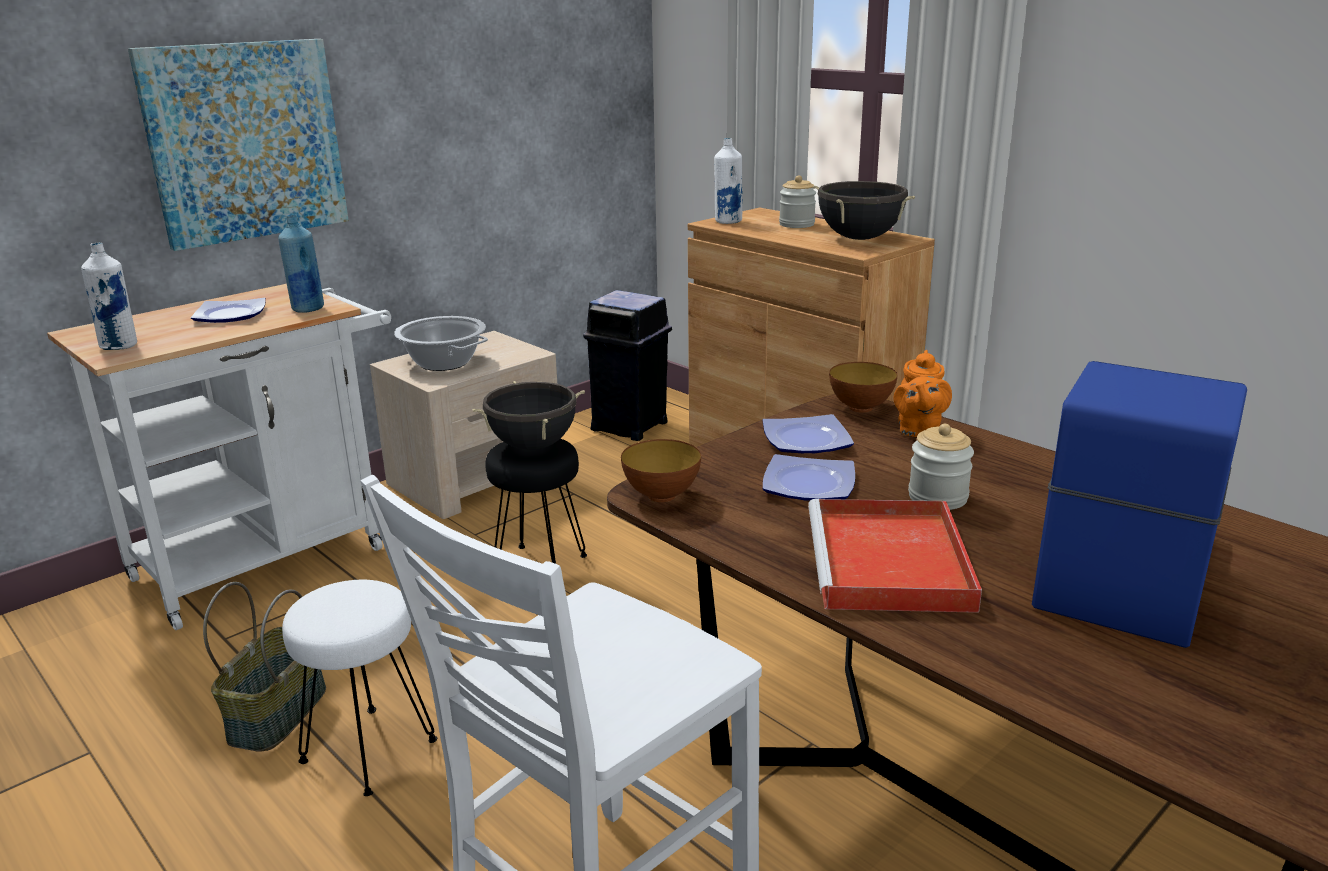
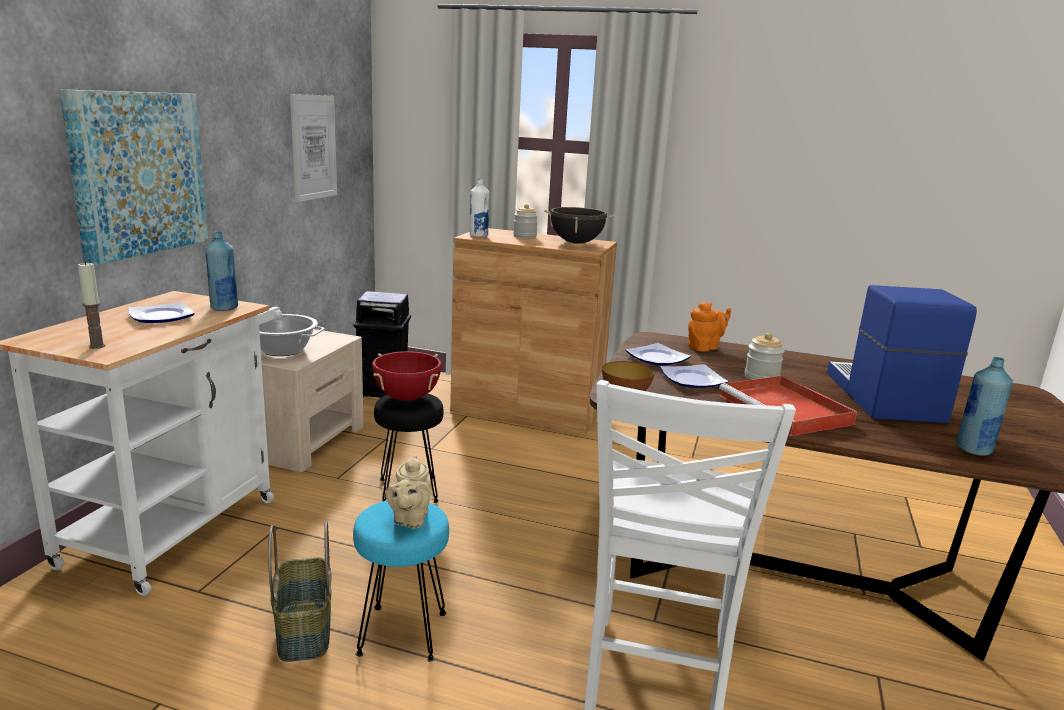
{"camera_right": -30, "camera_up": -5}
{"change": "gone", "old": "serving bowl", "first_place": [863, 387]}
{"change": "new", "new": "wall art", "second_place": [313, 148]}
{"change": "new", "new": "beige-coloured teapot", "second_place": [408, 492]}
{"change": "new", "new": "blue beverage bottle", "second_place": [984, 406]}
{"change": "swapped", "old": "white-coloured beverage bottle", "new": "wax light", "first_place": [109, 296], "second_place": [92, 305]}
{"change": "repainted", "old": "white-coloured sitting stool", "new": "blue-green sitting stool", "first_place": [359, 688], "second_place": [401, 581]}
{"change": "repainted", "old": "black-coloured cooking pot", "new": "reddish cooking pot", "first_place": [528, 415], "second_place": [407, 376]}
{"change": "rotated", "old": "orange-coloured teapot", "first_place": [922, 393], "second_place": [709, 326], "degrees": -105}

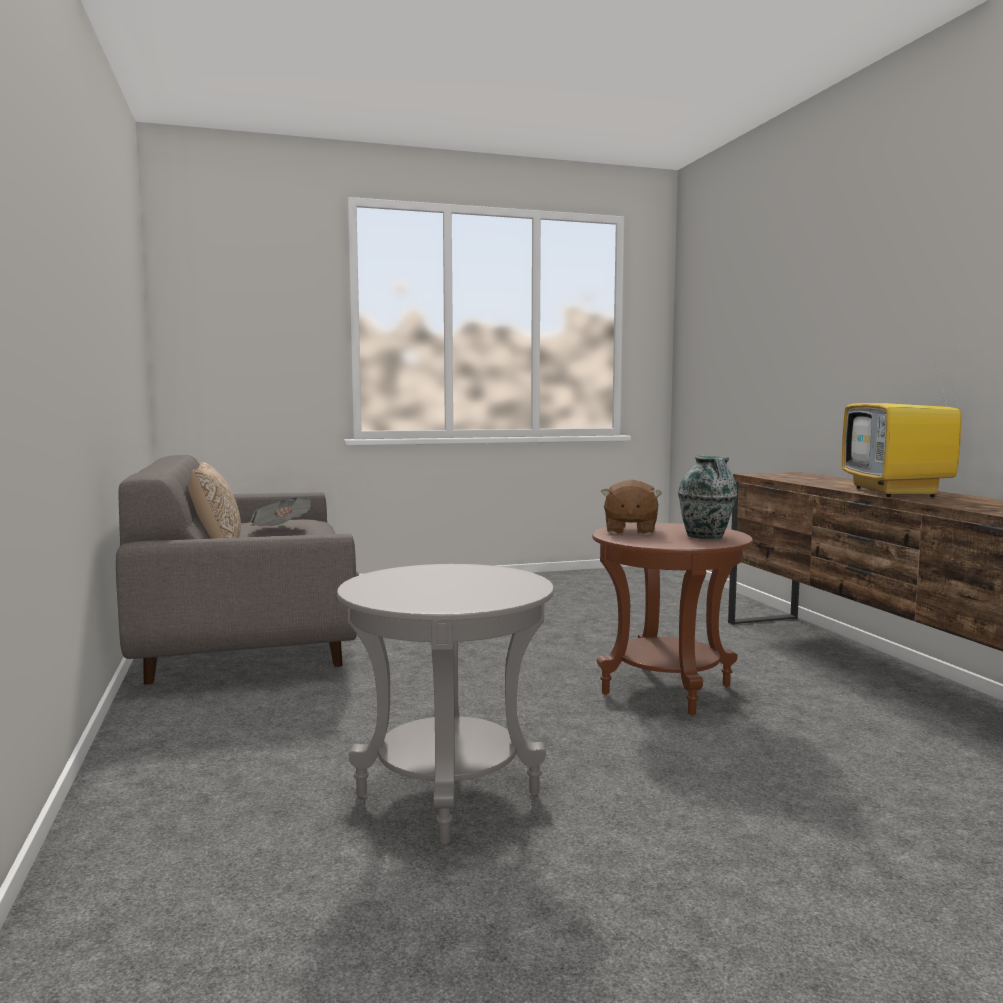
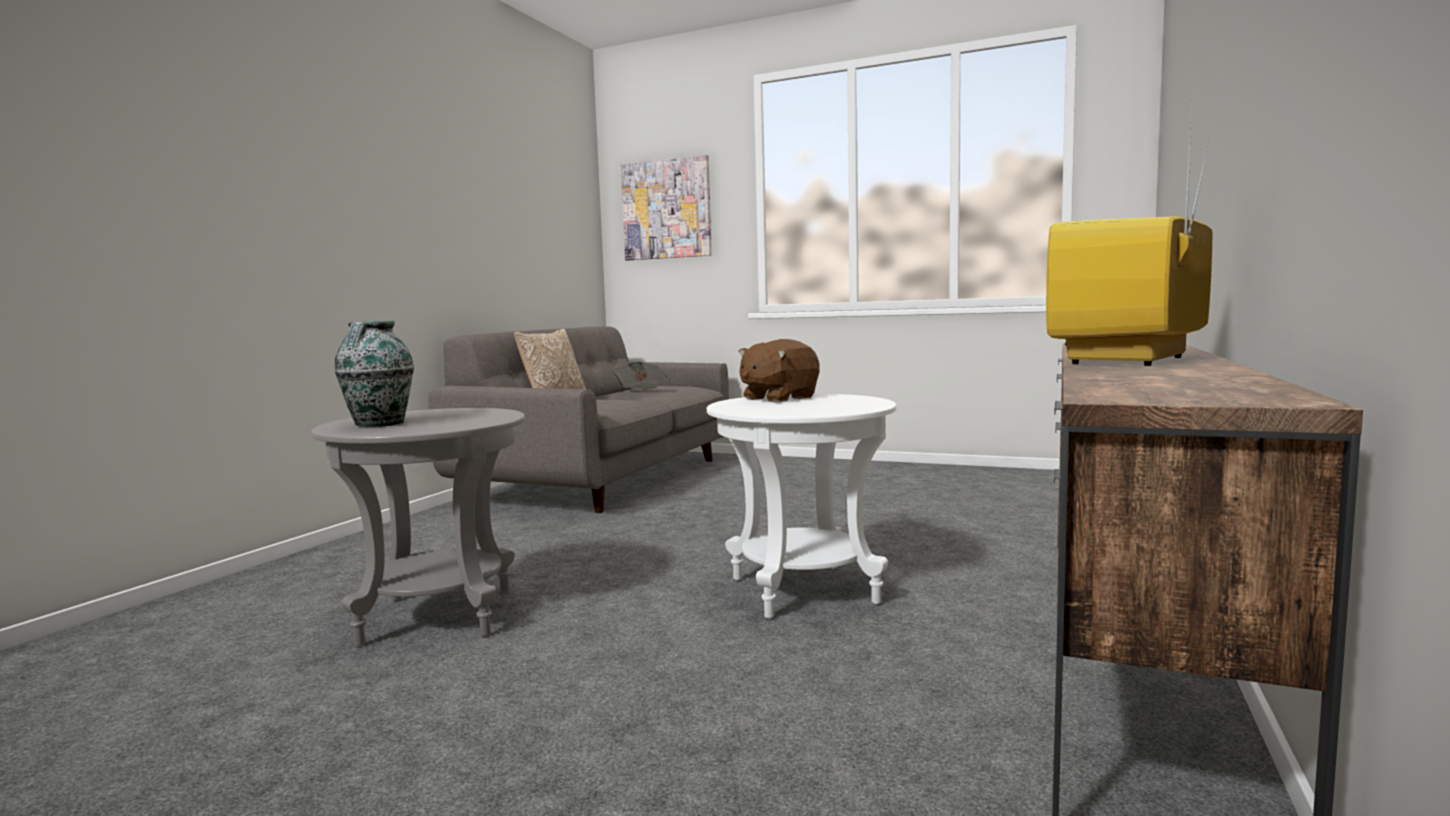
{"camera_right": 40, "camera_up": 0}
{"change": "new", "new": "wall art", "second_place": [666, 207]}
{"change": "shifted", "old": "flower vase", "first_place": [707, 497], "second_place": [374, 374]}
{"change": "repainted", "old": "brown end table", "new": "white-coloured end table", "first_place": [672, 619], "second_place": [801, 506]}

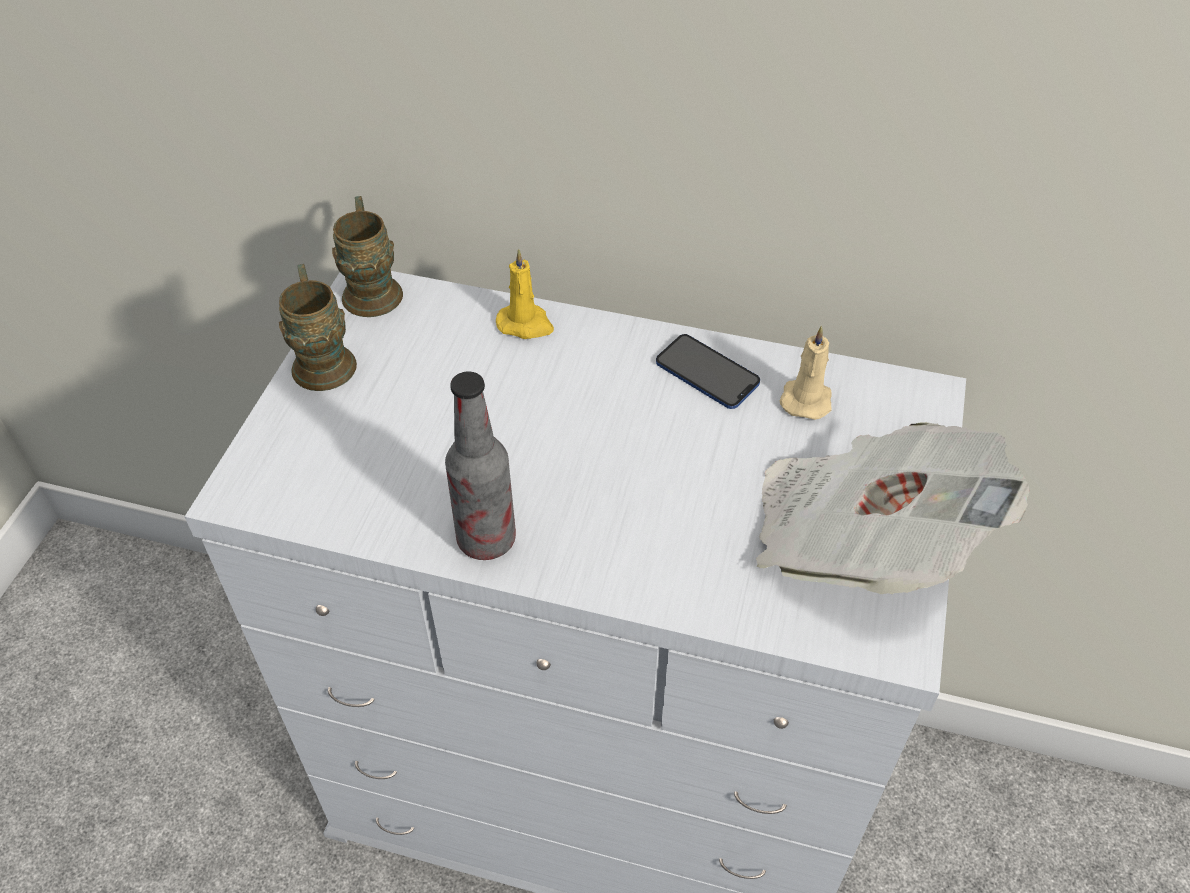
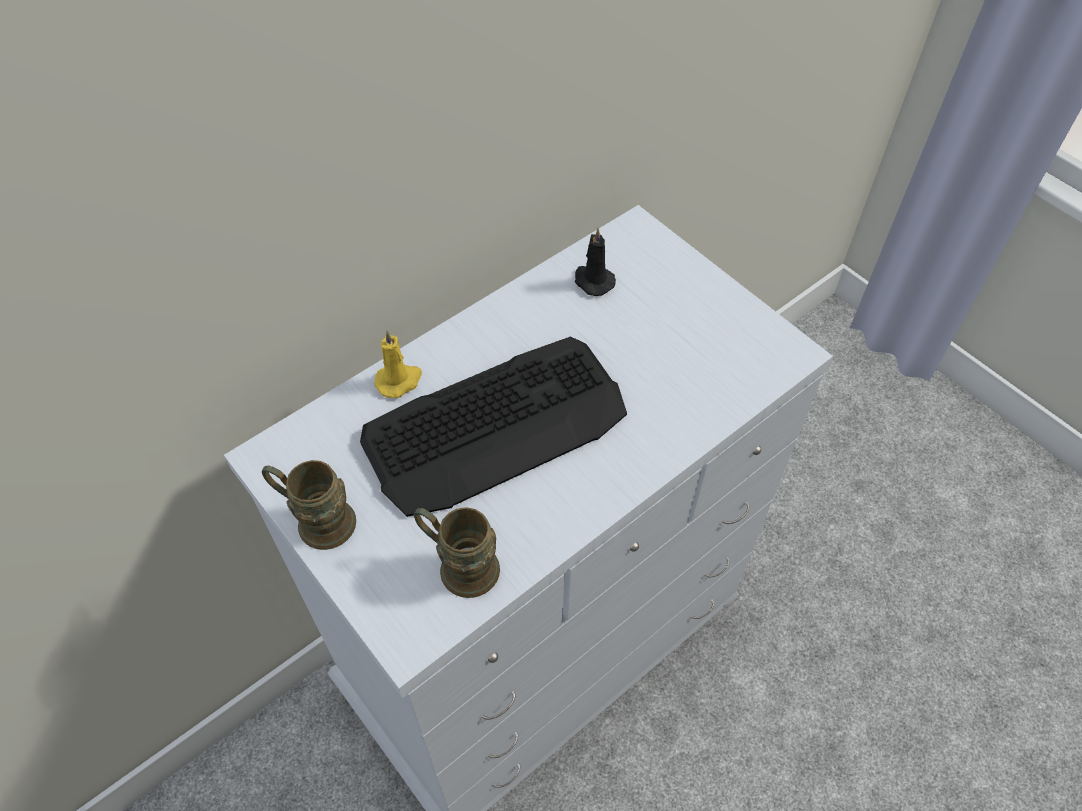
{"camera_right": -55, "camera_up": 5}
{"change": "gone", "old": "beverage bottle", "first_place": [480, 466]}
{"change": "gone", "old": "handset", "first_place": [708, 371]}
{"change": "gone", "old": "daily paper", "first_place": [892, 508]}
{"change": "new", "new": "PC keyboard", "second_place": [493, 426]}
{"change": "shifted", "old": "brown mug", "first_place": [367, 256], "second_place": [457, 552]}
{"change": "repainted", "old": "beige-coloured wax light", "new": "black-coloured wax light", "first_place": [805, 373], "second_place": [595, 262]}

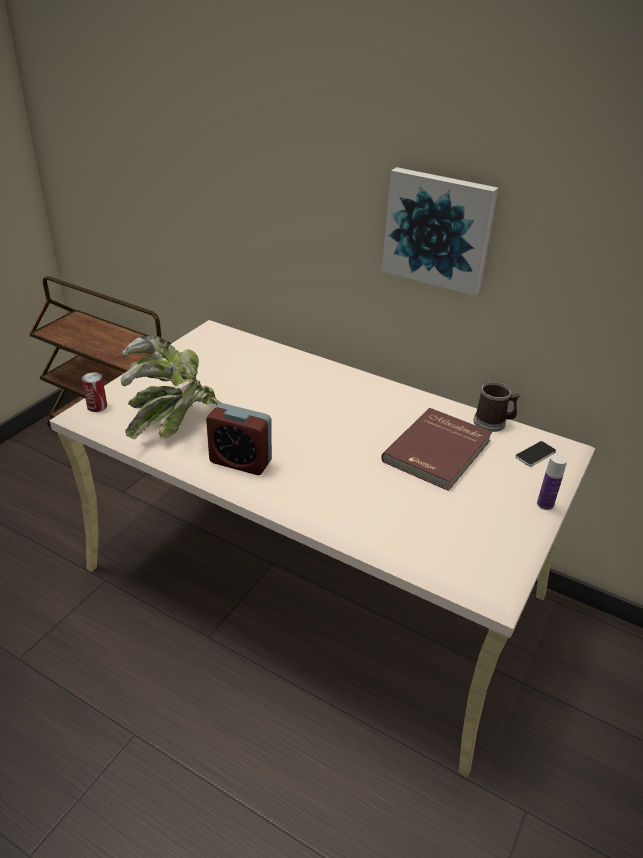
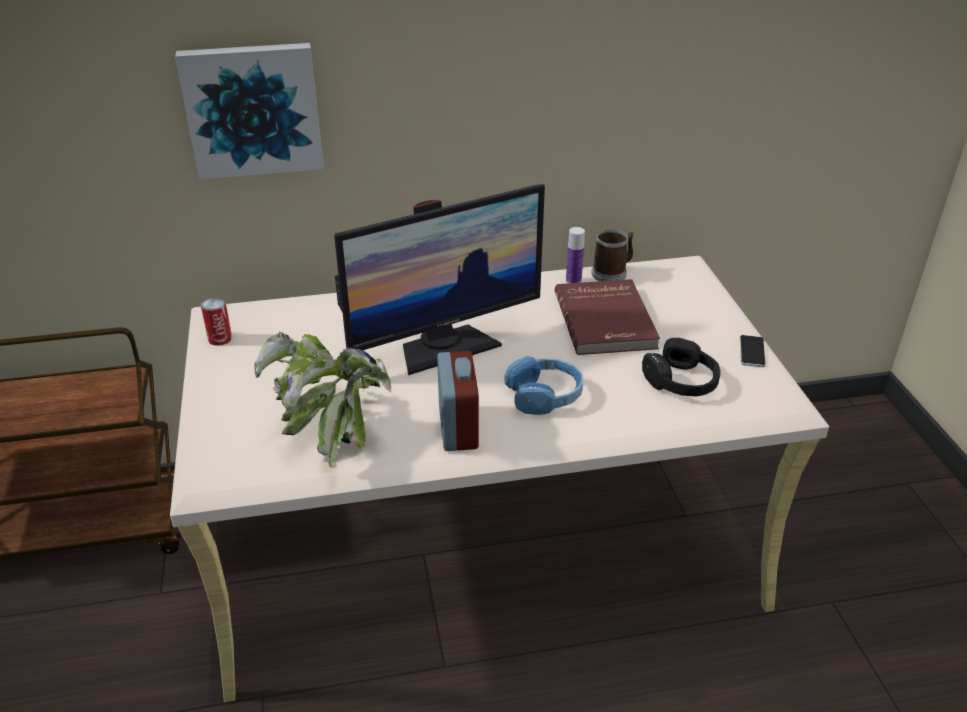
{"camera_right": -40, "camera_up": 0}
{"change": "new", "new": "computer display", "second_place": [439, 279]}
{"change": "new", "new": "blue pair of headphones", "second_place": [543, 385]}
{"change": "new", "new": "black-coloured pair of headphones", "second_place": [681, 367]}
{"change": "shifted", "old": "sealed can", "first_place": [94, 392], "second_place": [216, 322]}
{"change": "shifted", "old": "wall art", "first_place": [440, 231], "second_place": [249, 111]}
{"change": "shifted", "old": "handset", "first_place": [535, 454], "second_place": [753, 351]}
{"change": "shifted", "old": "beverage bottle", "first_place": [552, 482], "second_place": [575, 255]}
{"change": "rotated", "old": "table clock", "first_place": [239, 439], "second_place": [458, 401], "degrees": -75}

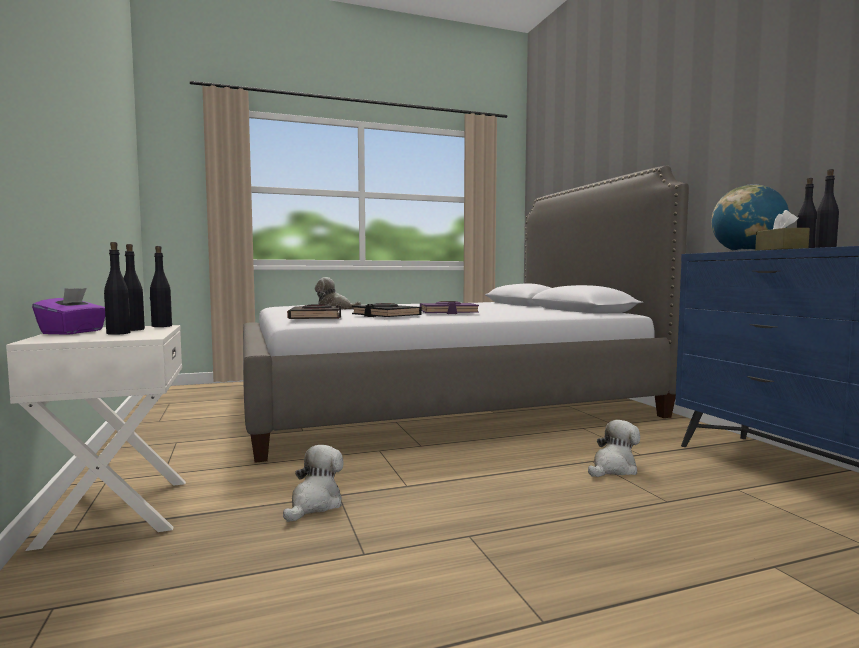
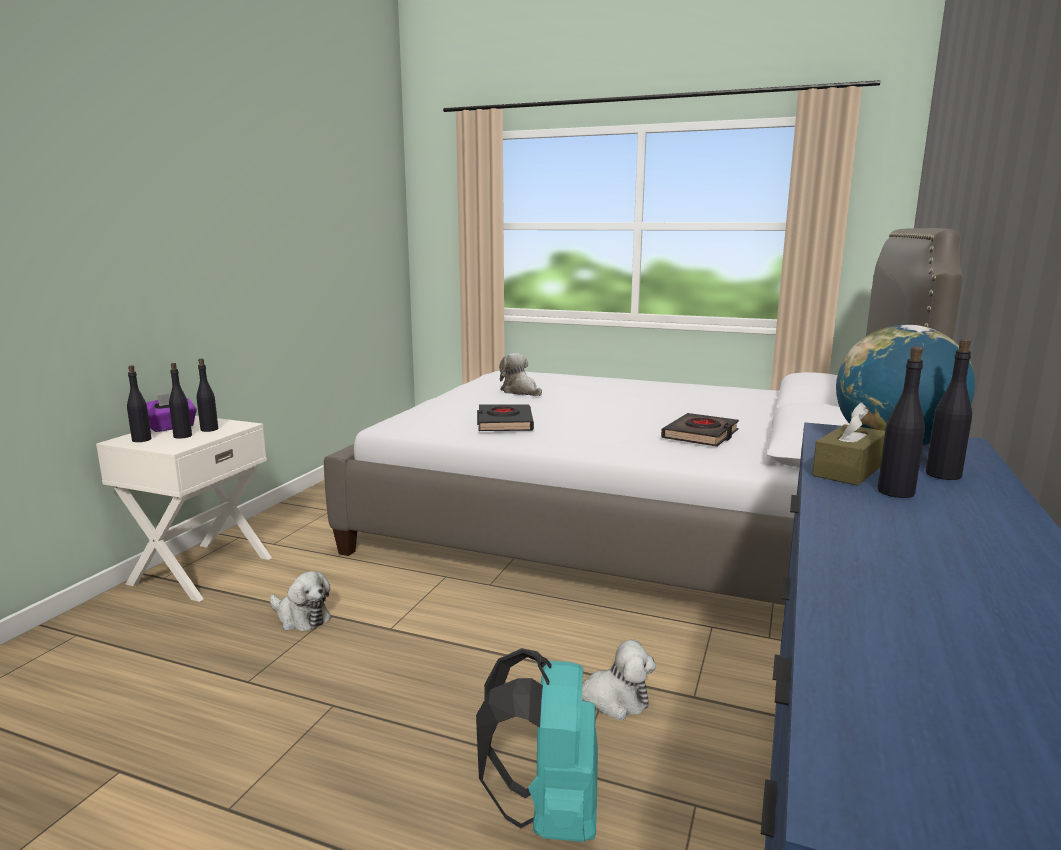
{"camera_right": 40, "camera_up": 10}
{"change": "gone", "old": "purplish bound book", "first_place": [449, 307]}
{"change": "new", "new": "blue-green rucksack", "second_place": [537, 745]}
{"change": "shifted", "old": "black-coloured beverage bottle", "first_place": [161, 286], "second_place": [139, 403]}
{"change": "shifted", "old": "black-coloured bound book", "first_place": [314, 311], "second_place": [700, 430]}
{"change": "rotated", "old": "soft toy", "first_place": [313, 483], "second_place": [300, 601], "degrees": 60}

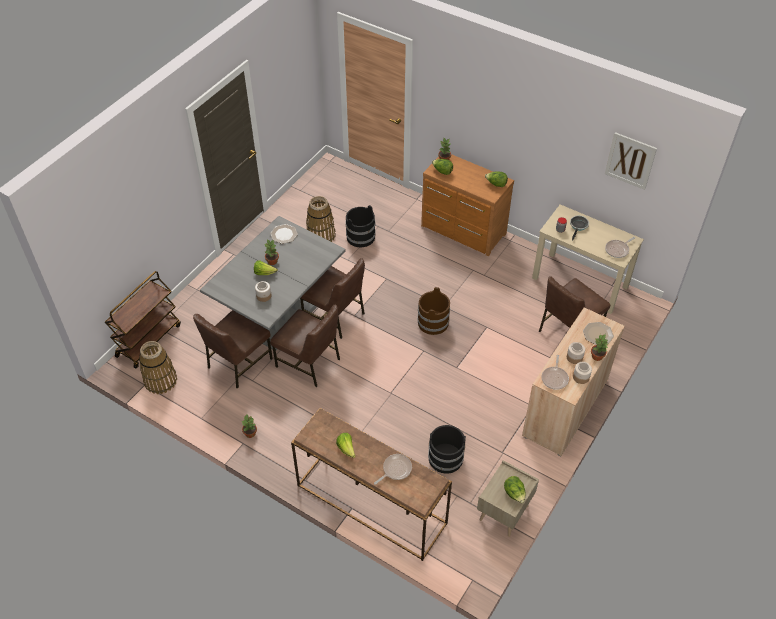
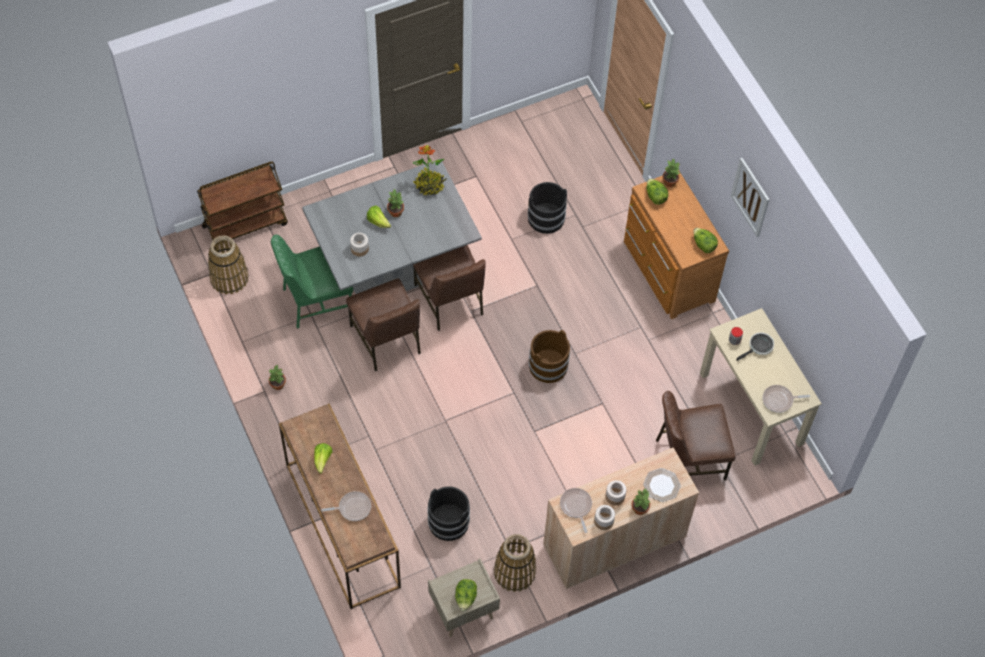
{"camera_right": 30, "camera_up": 10}
{"change": "shifted", "old": "household basket", "first_place": [321, 219], "second_place": [515, 563]}
{"change": "shifted", "old": "wall art", "first_place": [631, 161], "second_place": [750, 197]}
{"change": "swapped", "old": "plate", "new": "houseplant", "first_place": [284, 234], "second_place": [429, 170]}
{"change": "repainted", "old": "brown plain chair", "new": "green-coloured plain chair", "first_place": [233, 349], "second_place": [312, 282]}
{"change": "rotated", "old": "skillet", "first_place": [555, 372], "second_place": [576, 510], "degrees": 120}

